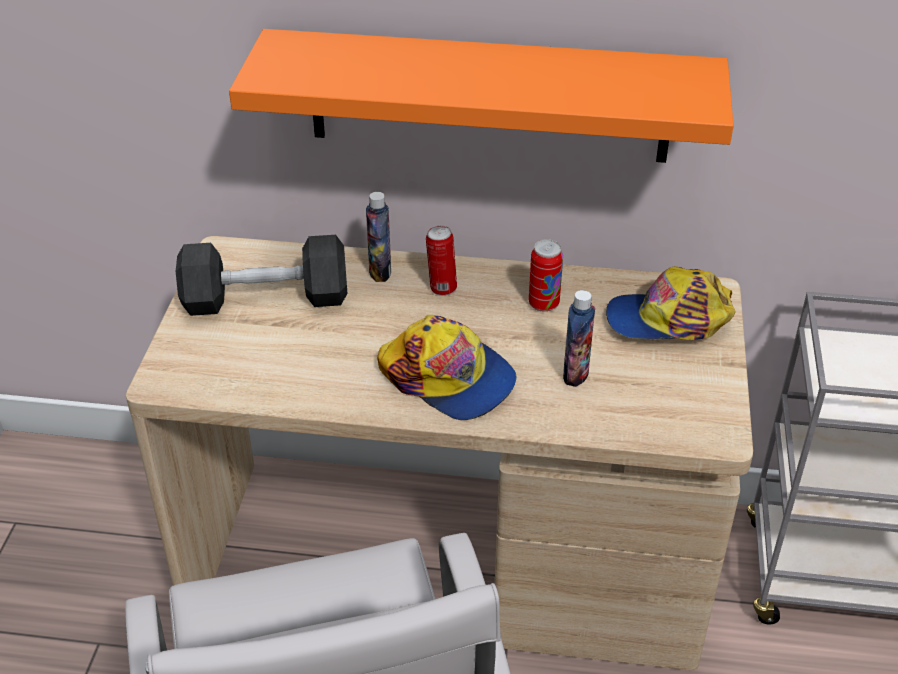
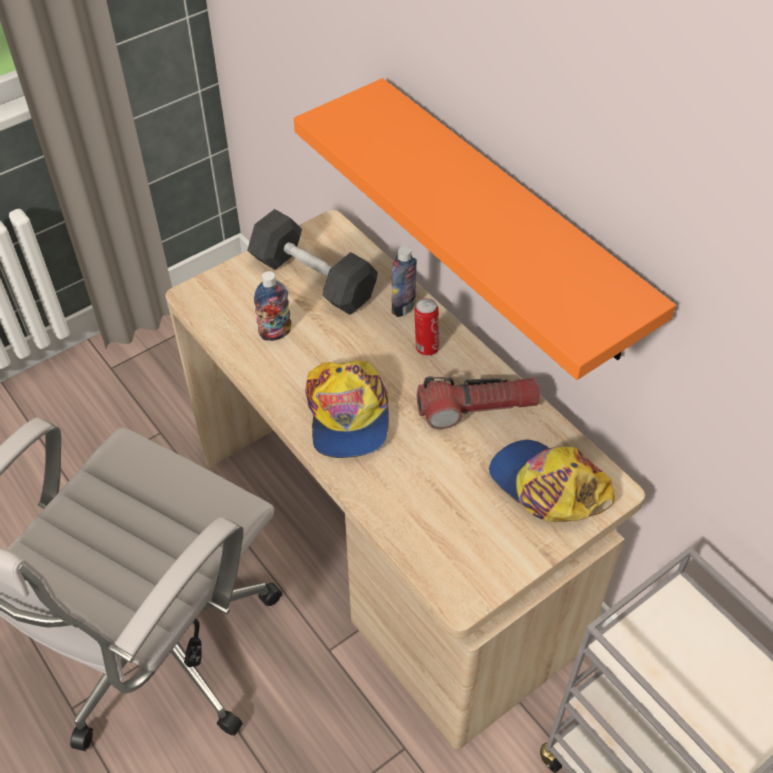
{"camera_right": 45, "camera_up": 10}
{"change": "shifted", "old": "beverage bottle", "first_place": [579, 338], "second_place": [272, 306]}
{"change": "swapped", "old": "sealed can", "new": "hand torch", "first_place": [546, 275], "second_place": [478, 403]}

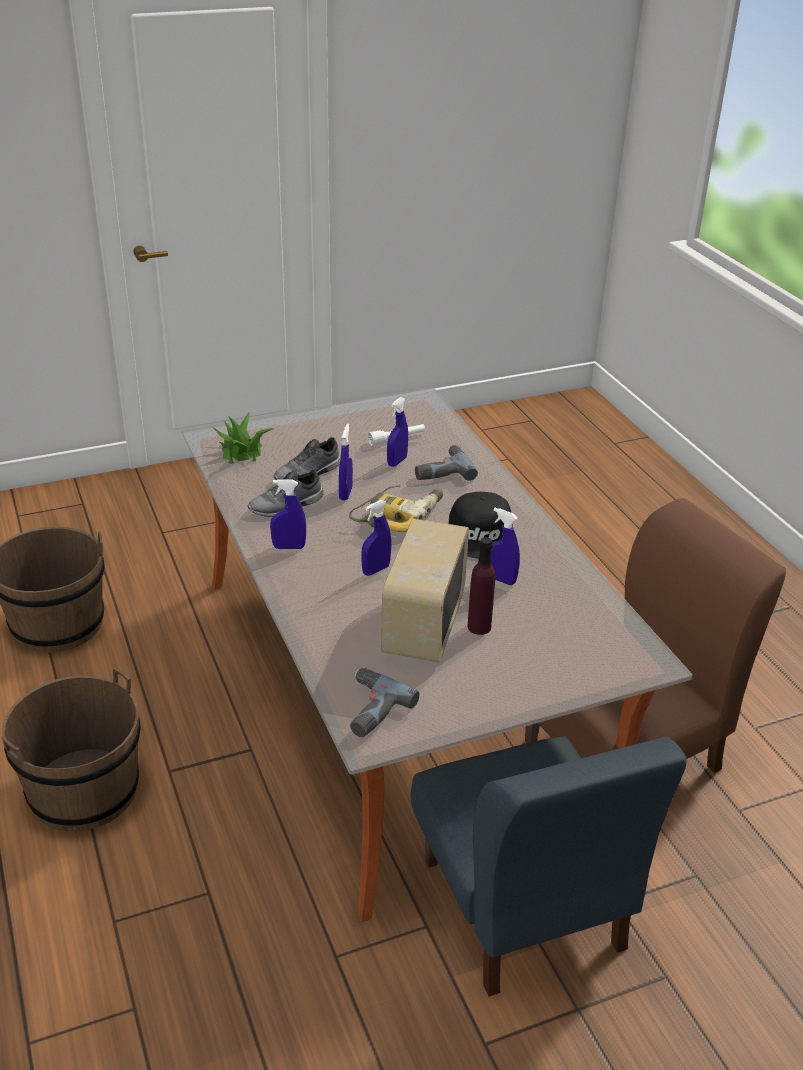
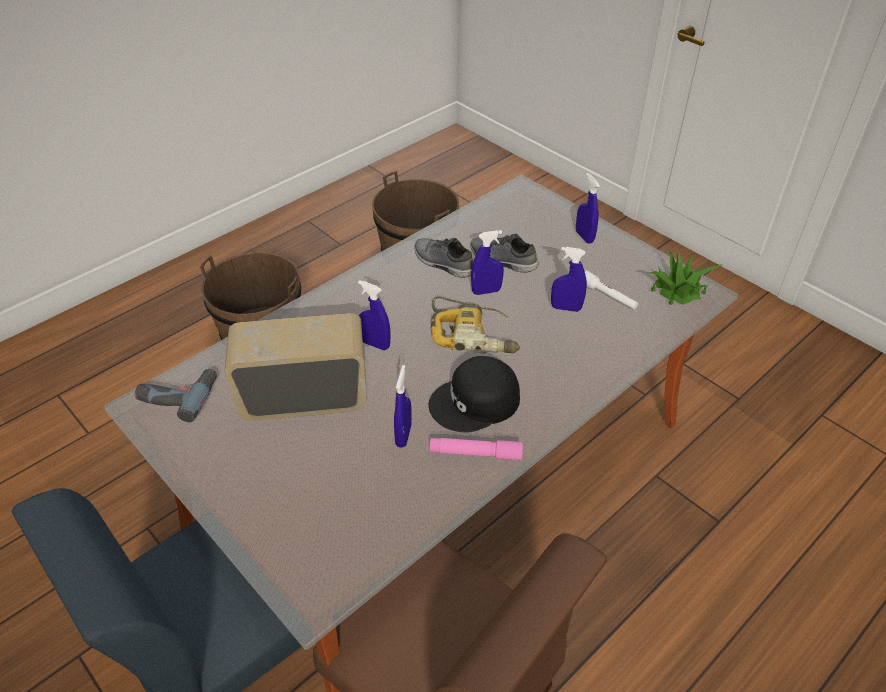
{"camera_right": 70, "camera_up": 10}
{"change": "gone", "old": "electric drill", "first_place": [446, 463]}
{"change": "gone", "old": "purplish beverage bottle", "first_place": [481, 586]}
{"change": "new", "new": "pink hand torch", "second_place": [476, 449]}
{"change": "shifted", "old": "houseplant", "first_place": [243, 438], "second_place": [683, 277]}
{"change": "shifted", "old": "blue sprayer", "first_place": [288, 514], "second_place": [588, 208]}

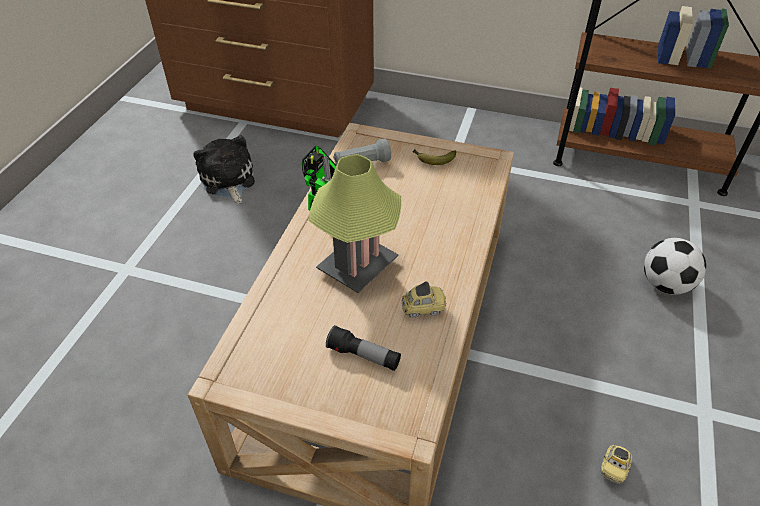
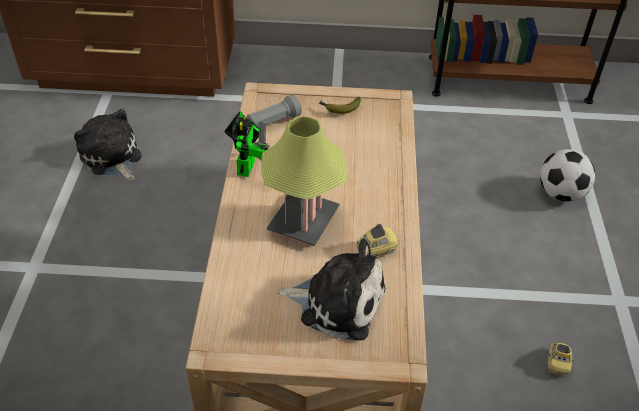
{"camera_right": -15, "camera_up": 0}
{"change": "swapped", "old": "hand torch", "new": "soft toy", "first_place": [363, 348], "second_place": [331, 290]}

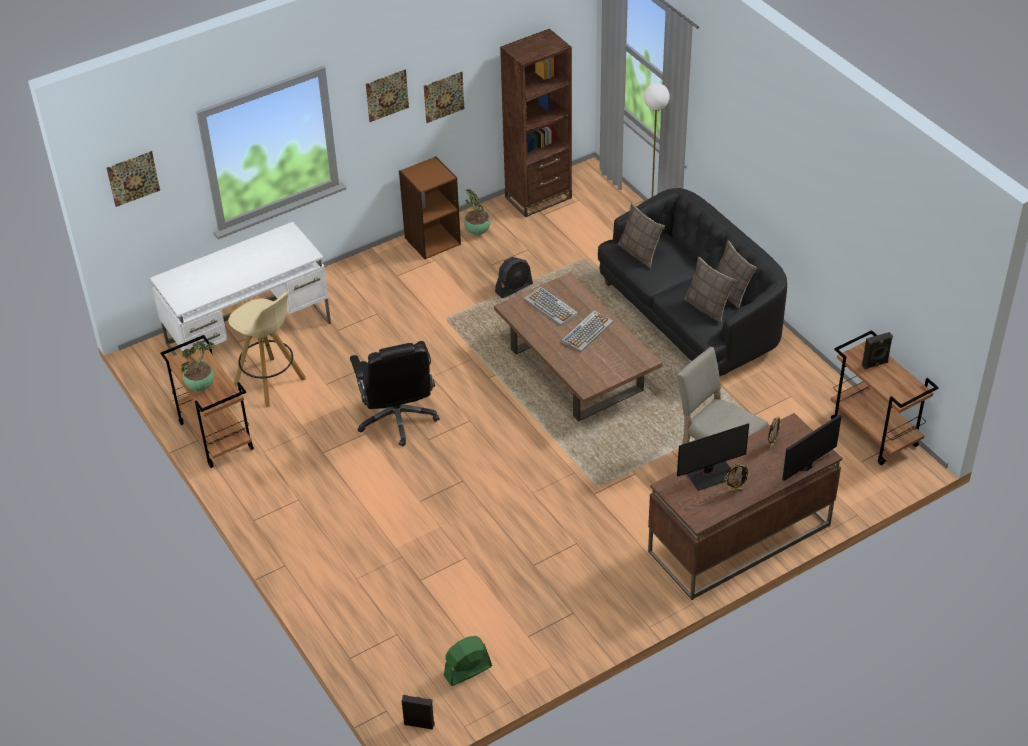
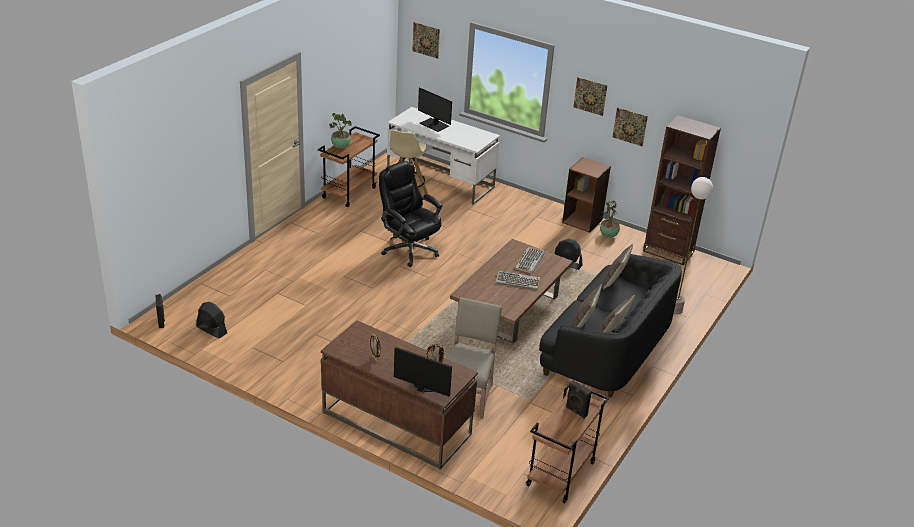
{"camera_right": 60, "camera_up": -10}
{"change": "shifted", "old": "computer display", "first_place": [713, 457], "second_place": [435, 109]}
{"change": "repainted", "old": "green-coloured cooling fan", "new": "black-coloured cooling fan", "first_place": [468, 661], "second_place": [211, 320]}
{"change": "rotated", "old": "black-coloured desk chair", "first_place": [395, 394], "second_place": [410, 214], "degrees": 90}

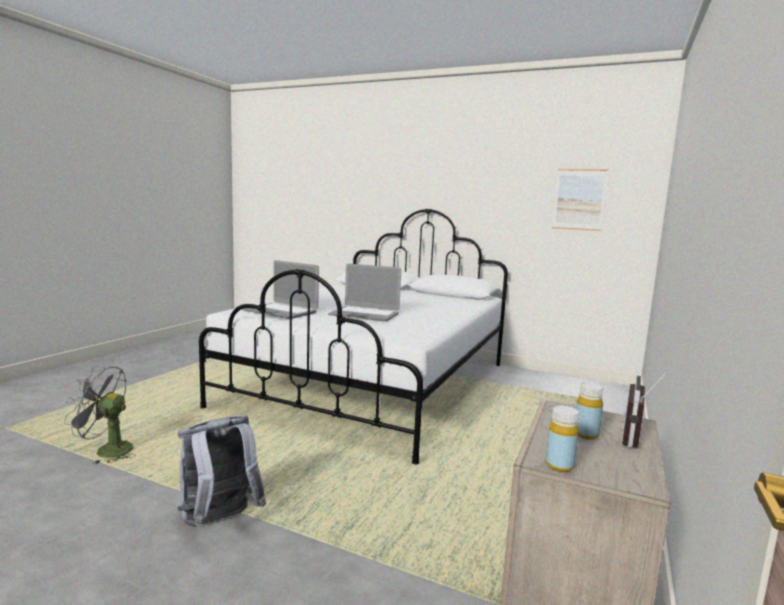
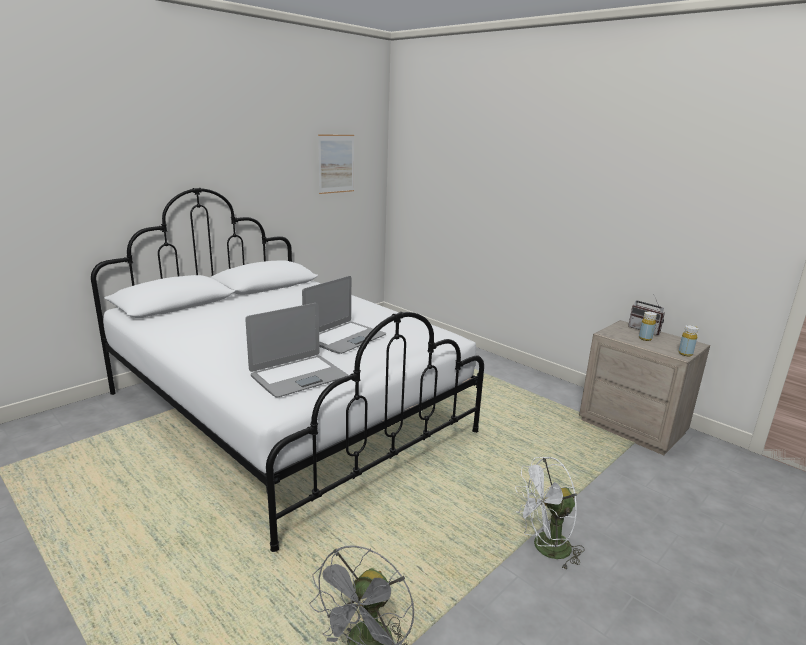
{"camera_right": -70, "camera_up": 10}
{"change": "swapped", "old": "grey rucksack", "new": "white-coloured cooling fan", "first_place": [222, 471], "second_place": [550, 514]}

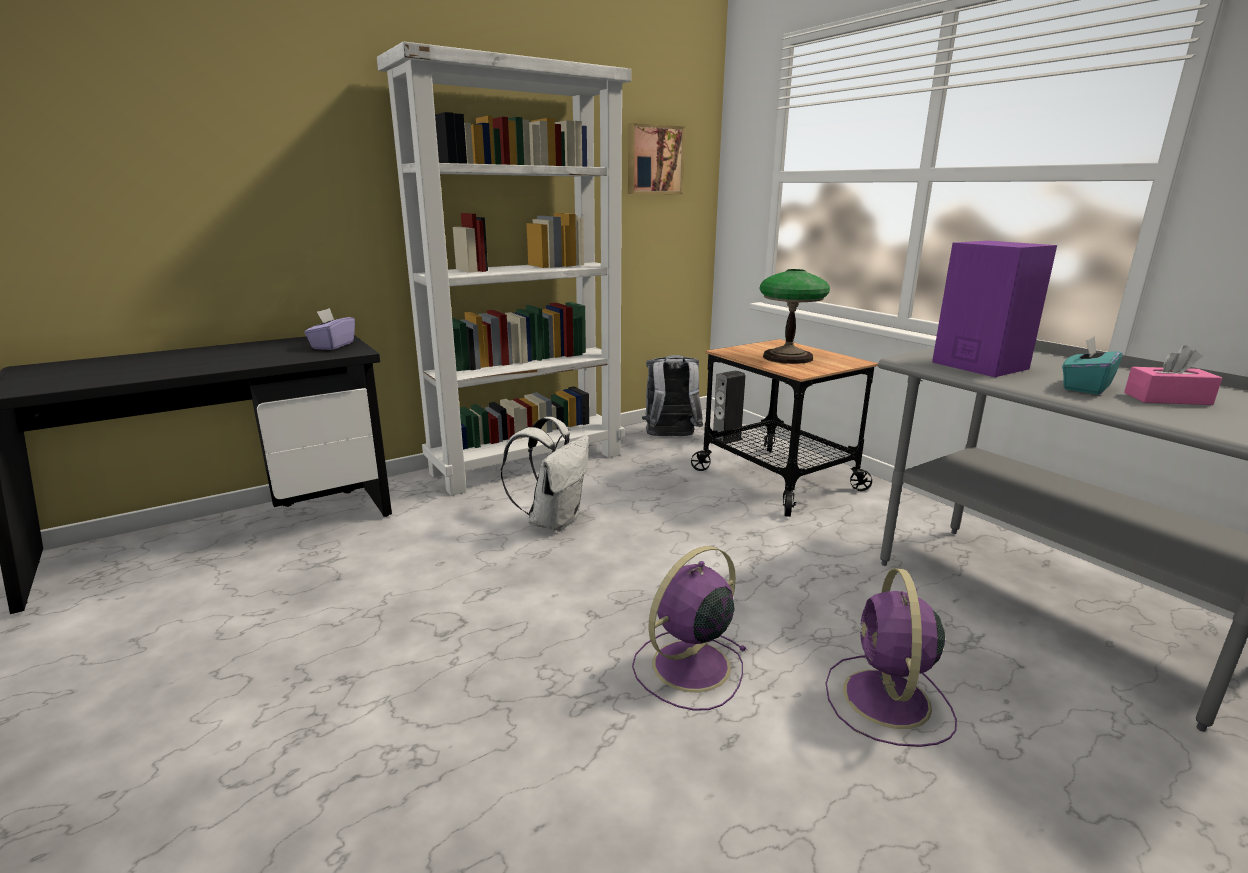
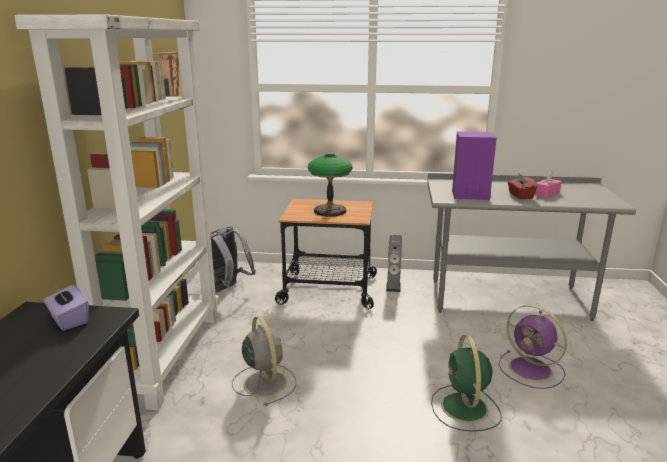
{"camera_right": -50, "camera_up": 0}
{"change": "shifted", "old": "audio speaker", "first_place": [729, 407], "second_place": [394, 263]}
{"change": "swapped", "old": "white-coloured rucksack", "new": "grey cooling fan", "first_place": [545, 474], "second_place": [264, 361]}
{"change": "repainted", "old": "purplish cooling fan", "new": "green-coloured cooling fan", "first_place": [689, 628], "second_place": [466, 383]}
{"change": "repainted", "old": "blue-green box of tissues", "new": "reddish box of tissues", "first_place": [1092, 365], "second_place": [523, 186]}

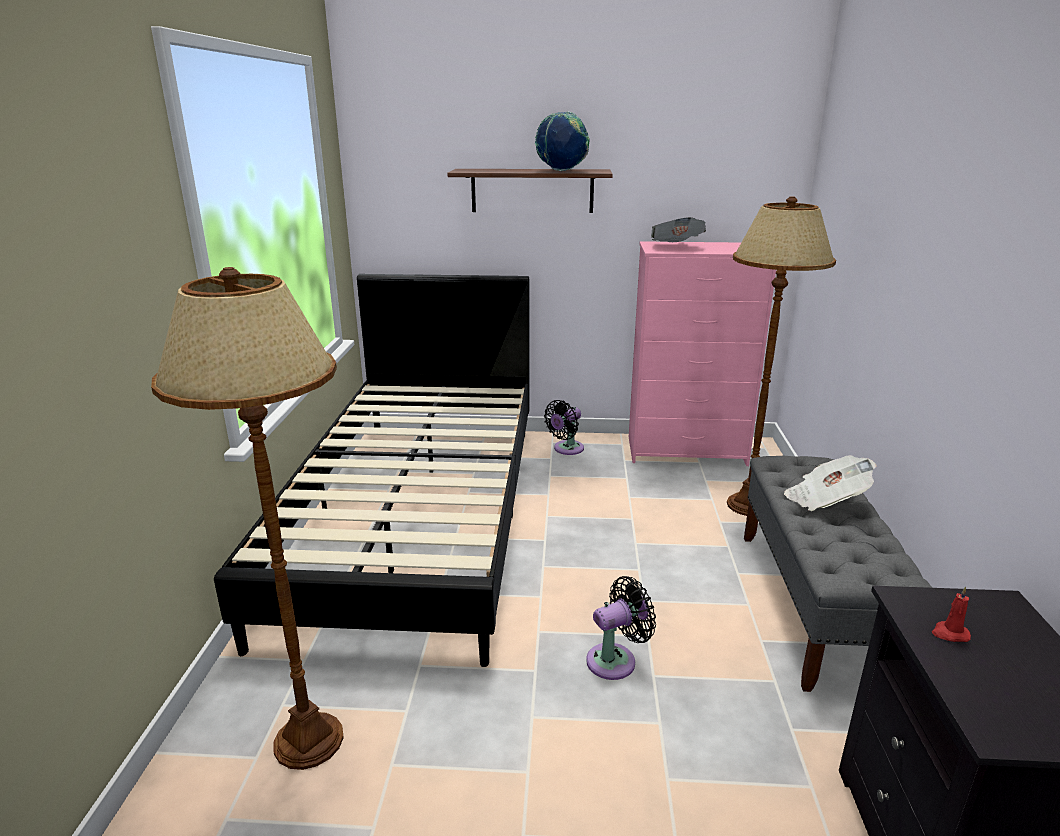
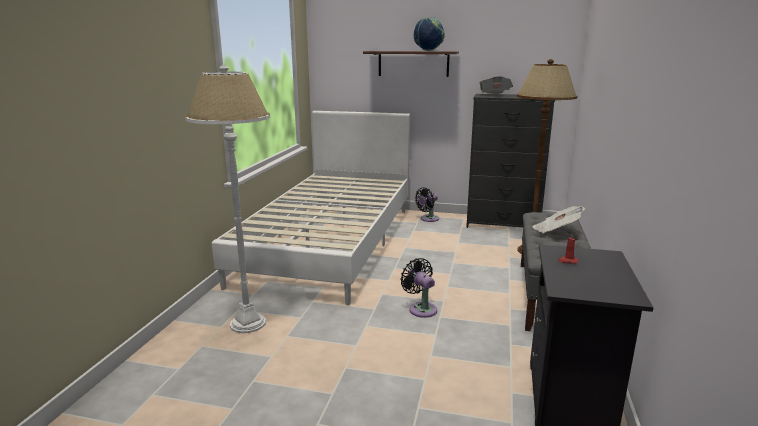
{"camera_right": 10, "camera_up": -5}
{"change": "repainted", "old": "brown floor lamp", "new": "white-coloured floor lamp", "first_place": [247, 518], "second_place": [227, 199]}
{"change": "repainted", "old": "black-coloured sleeping bed", "new": "white-coloured sleeping bed", "first_place": [371, 470], "second_place": [311, 208]}
{"change": "repainted", "old": "pink dresser", "new": "black-coloured dresser", "first_place": [702, 353], "second_place": [510, 161]}
{"change": "rotated", "old": "black-coloured cooling fan", "first_place": [621, 628], "second_place": [418, 288], "degrees": -105}

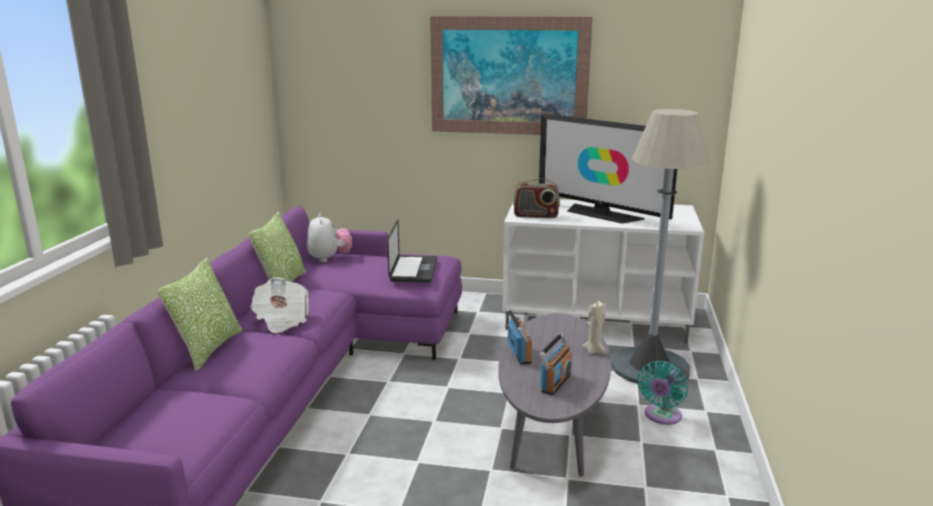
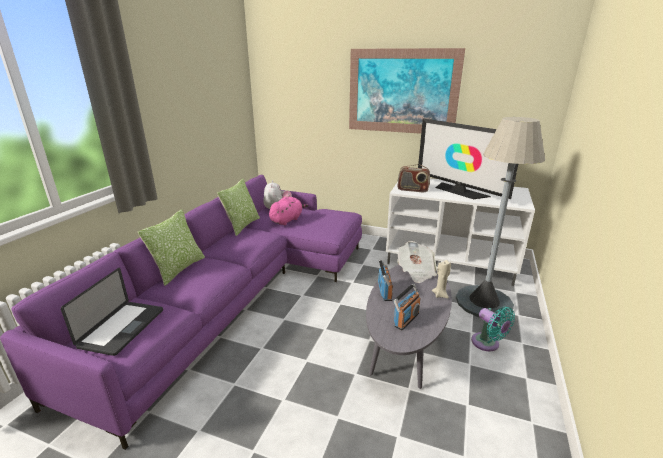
{"camera_right": 10, "camera_up": 5}
{"change": "new", "new": "pink soft toy", "second_place": [288, 211]}
{"change": "shifted", "old": "daily paper", "first_place": [279, 305], "second_place": [417, 262]}
{"change": "shifted", "old": "portable computer", "first_place": [412, 250], "second_place": [112, 312]}
{"change": "rotated", "old": "blue-green cooling fan", "first_place": [663, 392], "second_place": [493, 329], "degrees": -75}

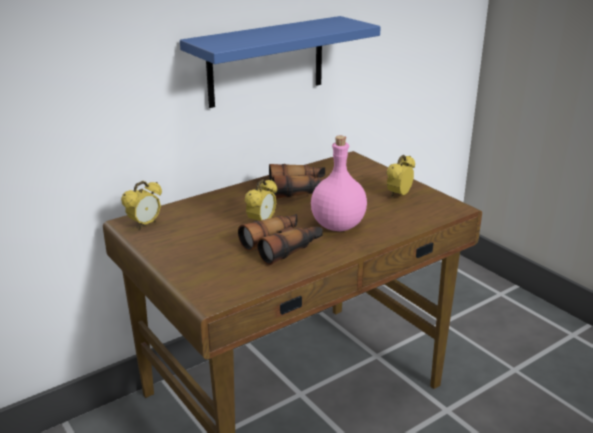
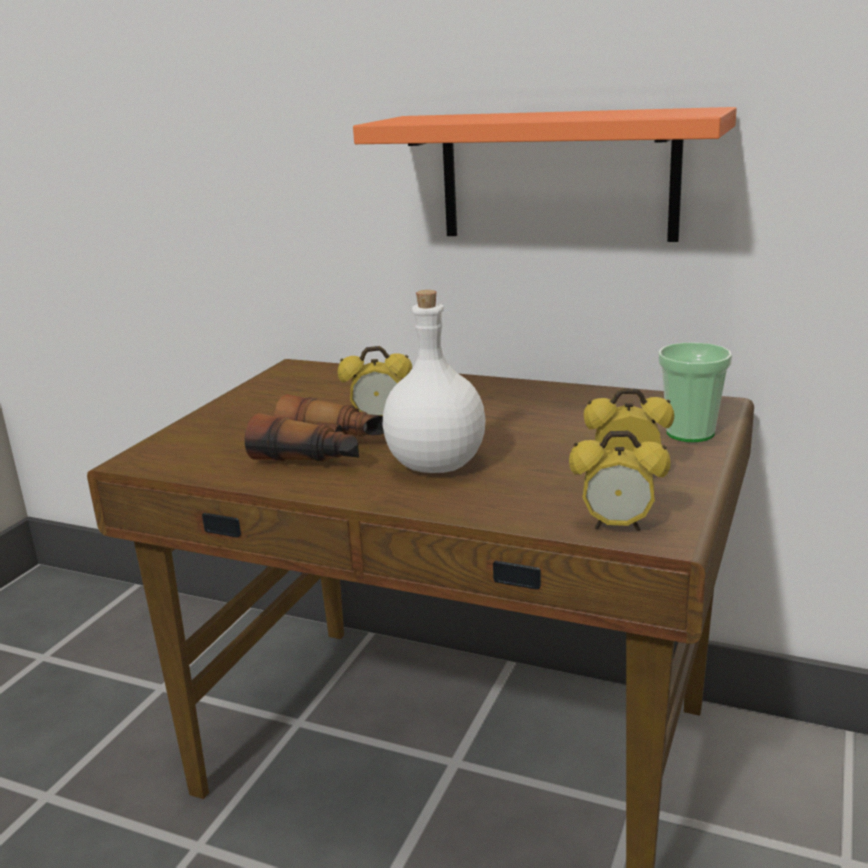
{"camera_right": 60, "camera_up": -5}
{"change": "gone", "old": "binoculars", "first_place": [297, 181]}
{"change": "new", "new": "drinking cup", "second_place": [695, 392]}
{"change": "shifted", "old": "table clock", "first_place": [141, 205], "second_place": [620, 481]}
{"change": "repainted", "old": "blue wall shelf", "new": "orange-coloured wall shelf", "first_place": [280, 62], "second_place": [545, 174]}
{"change": "repainted", "old": "pink beverage bottle", "new": "white-coloured beverage bottle", "first_place": [339, 184], "second_place": [434, 381]}

